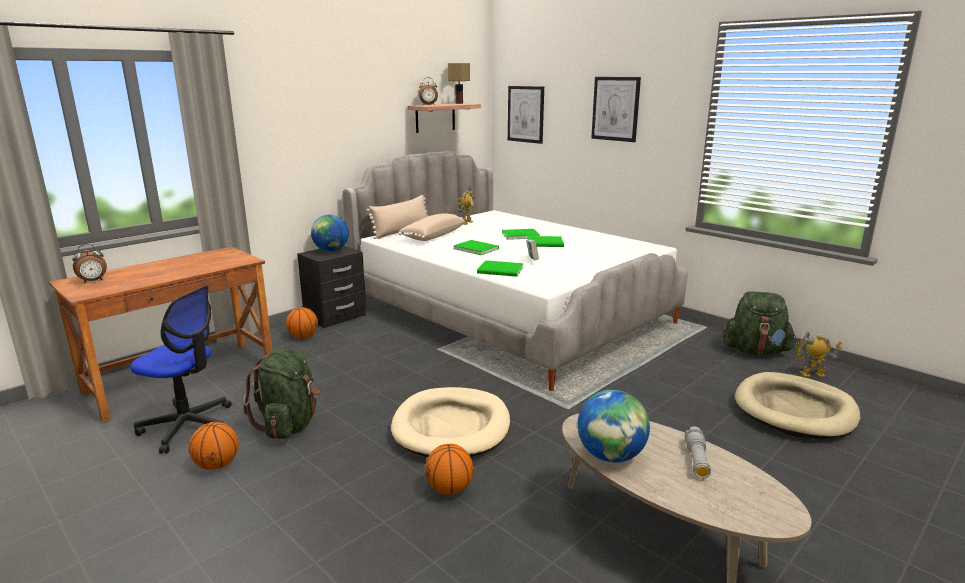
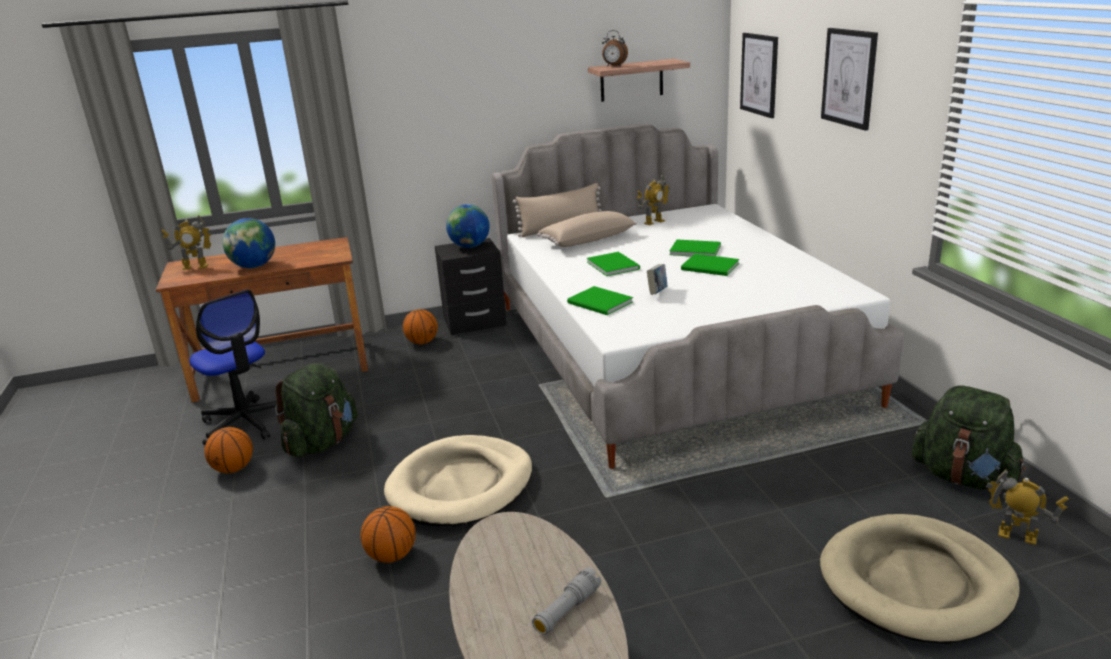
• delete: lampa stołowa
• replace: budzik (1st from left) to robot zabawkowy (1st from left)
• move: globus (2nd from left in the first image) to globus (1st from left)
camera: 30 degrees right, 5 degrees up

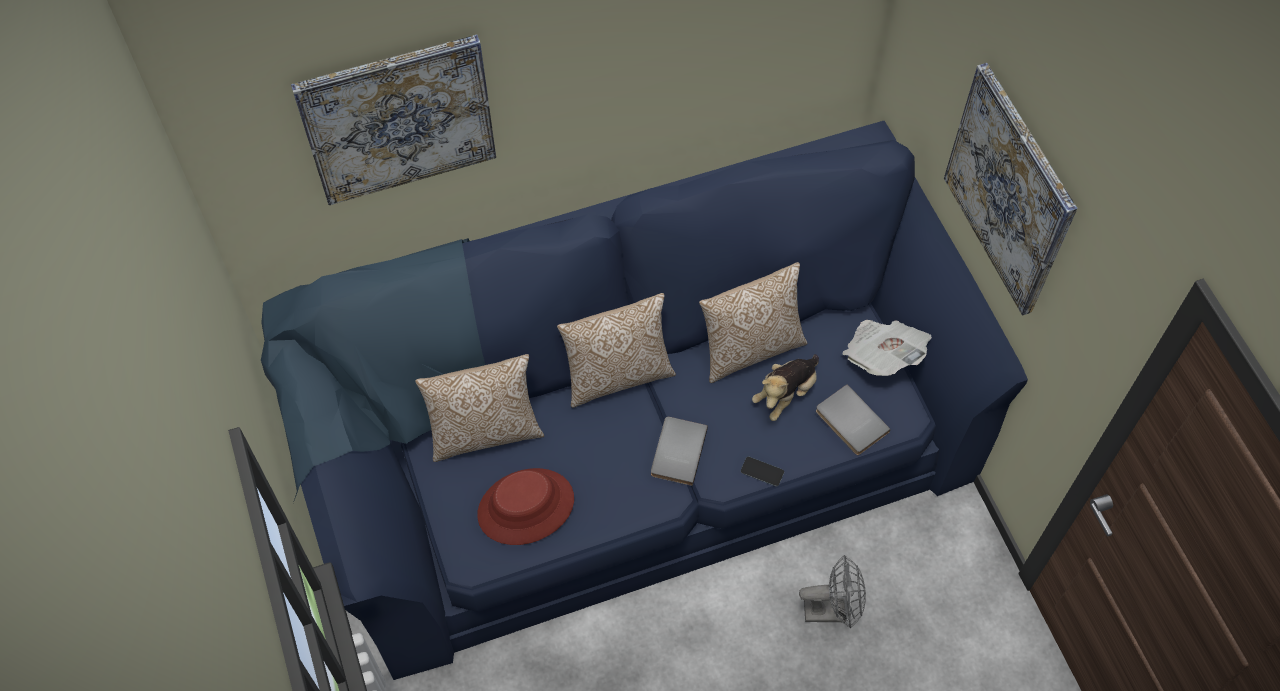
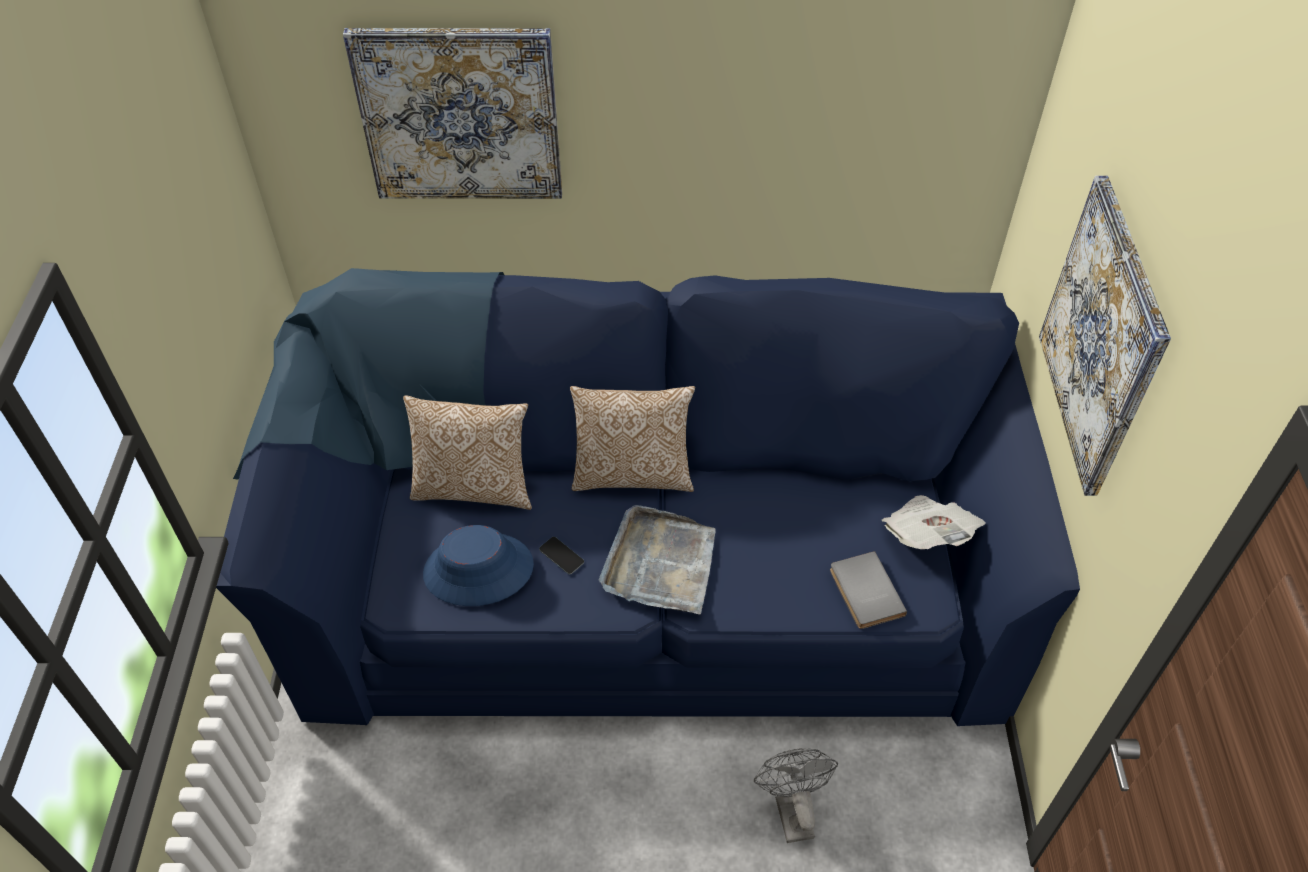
• delete: poduszka (3rd from left)
• delete: pluszak
• replace: książka/szary (1st from left) to taca/szary
• move: telefon
• recolor: kapelusz/czerwony to kapelusz/niebieski
• rotate: wentylator/szary 120 degrees counterclockwise
camera: 20 degrees right, 10 degrees down

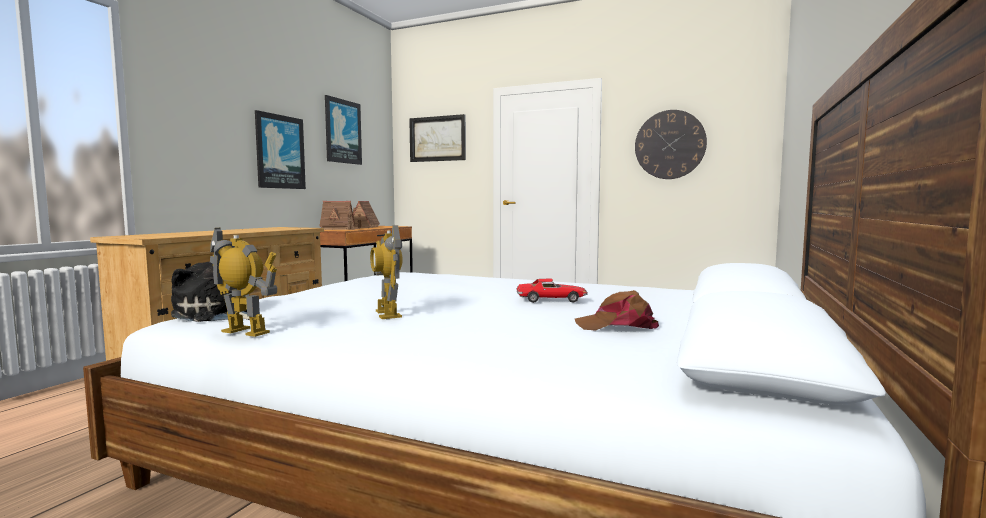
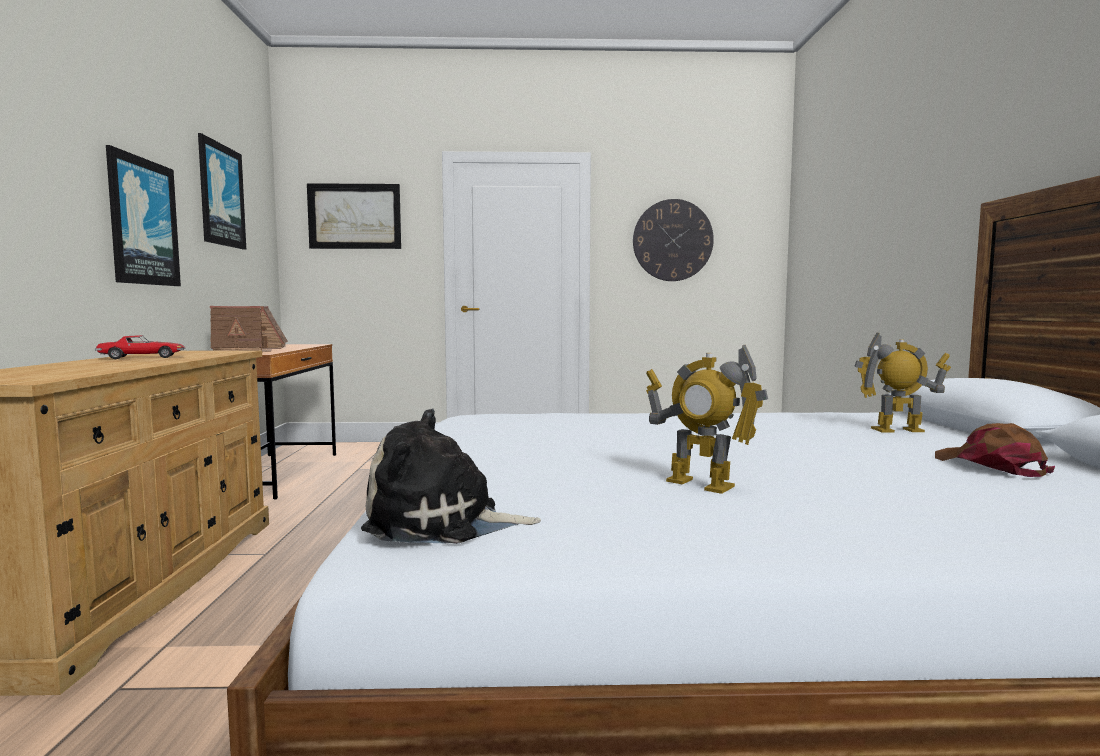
• move: robot zabawkowy (1st from left in the first image) to robot zabawkowy (2nd from left)
• move: samochodzik
• rotate: czapka z daszkiem/brązowy 90 degrees clockwise
camera: 25 degrees left, 0 degrees up

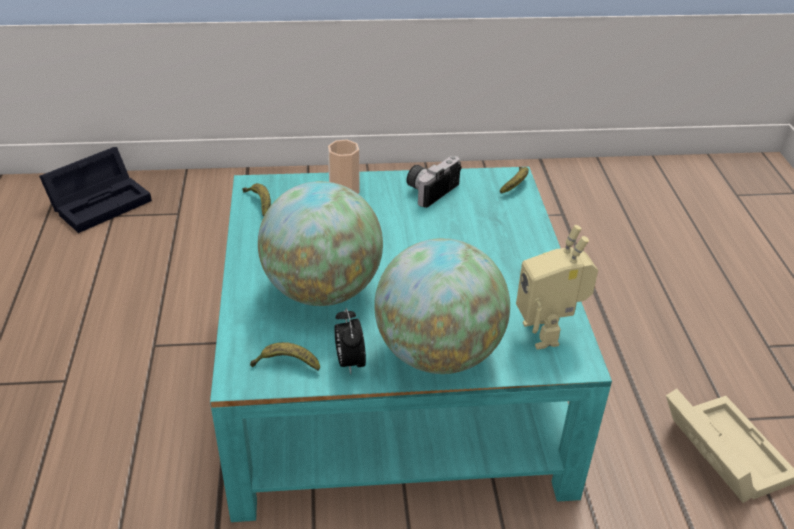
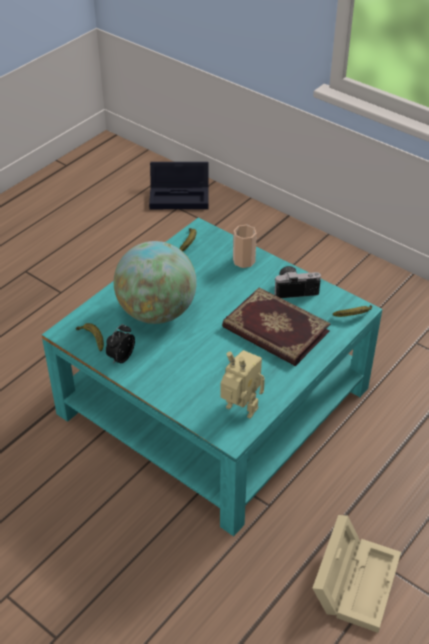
• rotate: robot zabawkowy 90 degrees clockwise
• delete: globus (2nd from left)
• insert: książka
camera: 45 degrees right, 5 degrees up

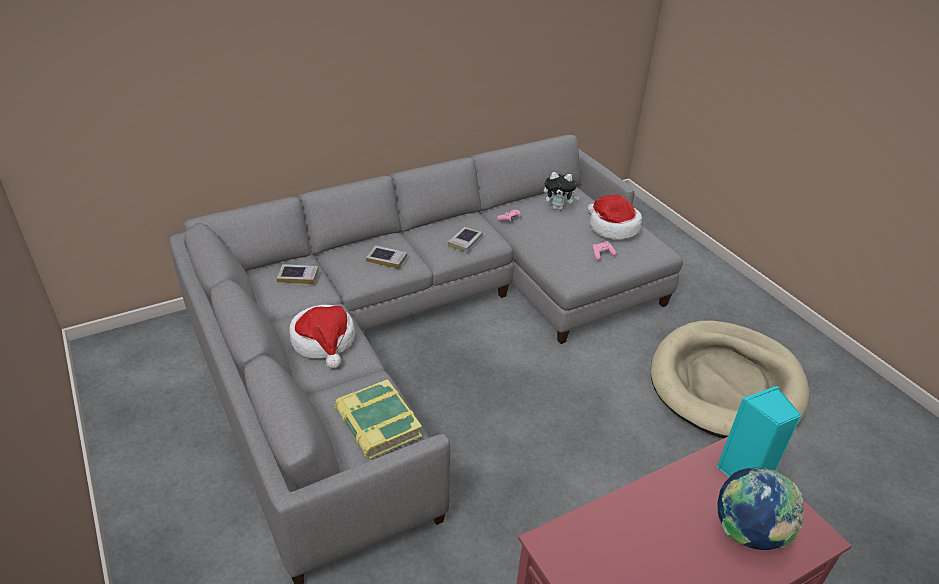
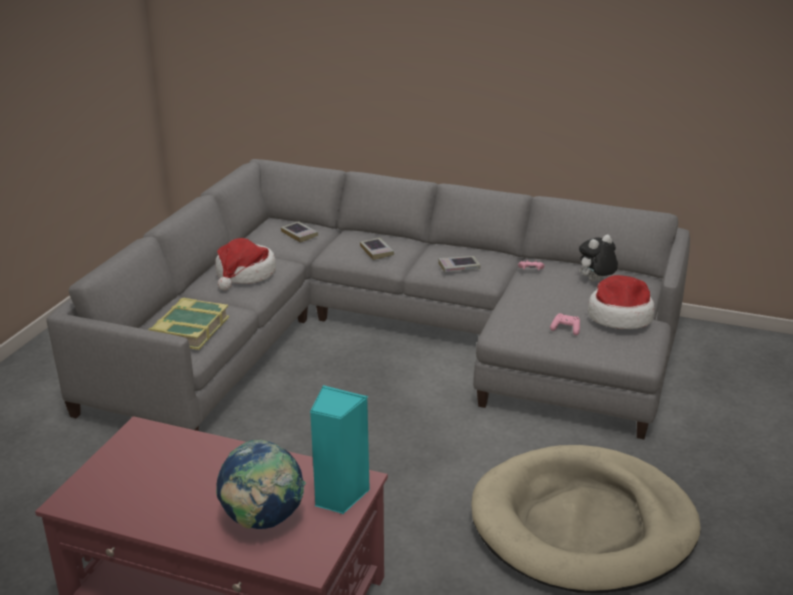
• rotate: pluszak 90 degrees clockwise
camera: 50 degrees right, 10 degrees down

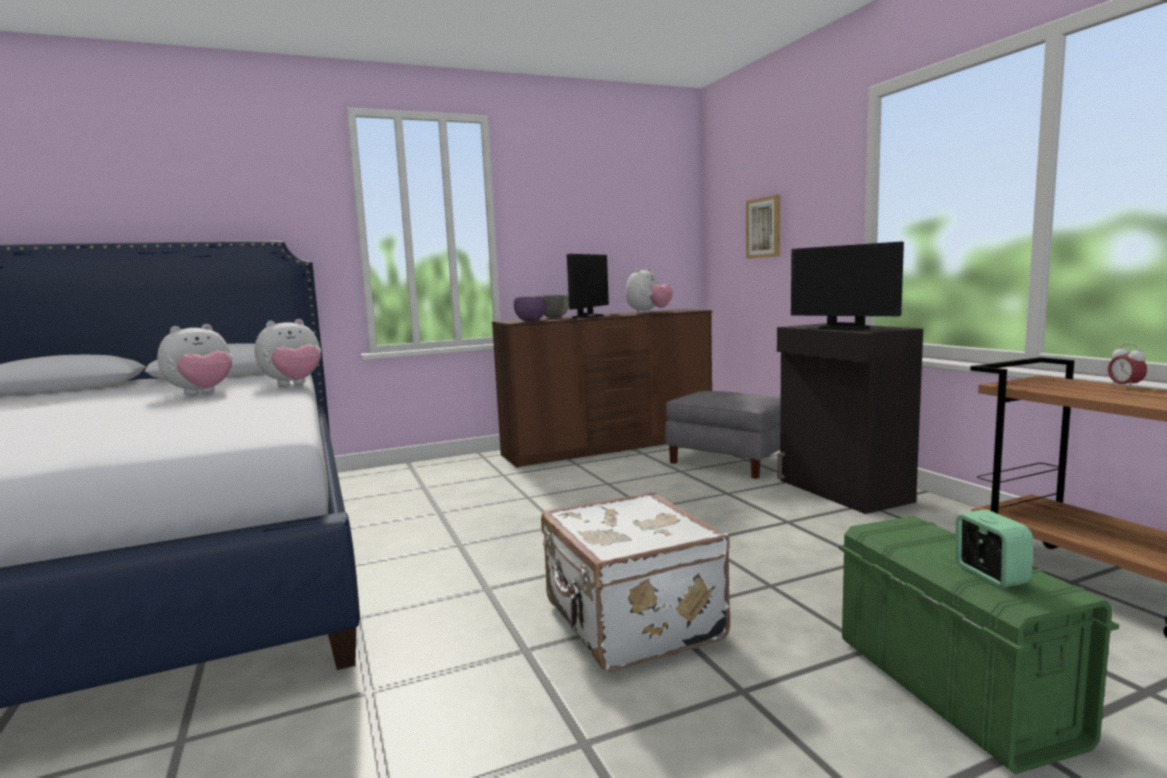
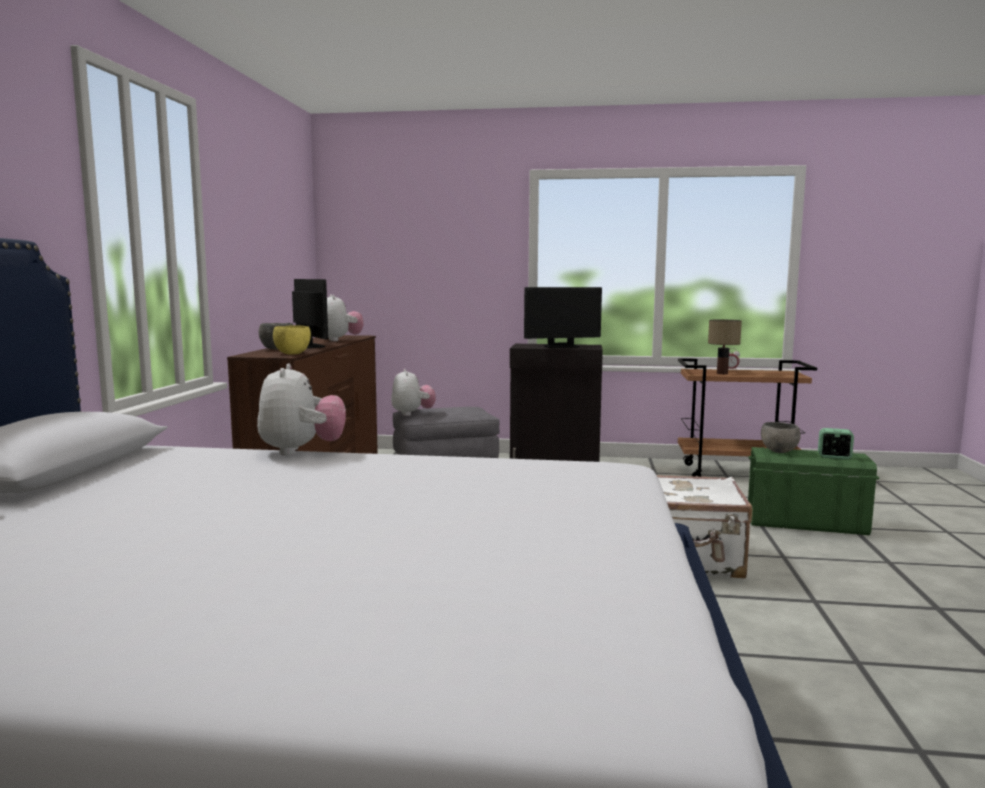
• delete: obraz
• recolor: miska/fioletowy to miska/żółty
• move: pluszak (1st from left in the first image) to pluszak (3rd from left)
• insert: lampa stołowa
• insert: miska/szary (2nd from left)
camera: 60 degrees left, 0 degrees up

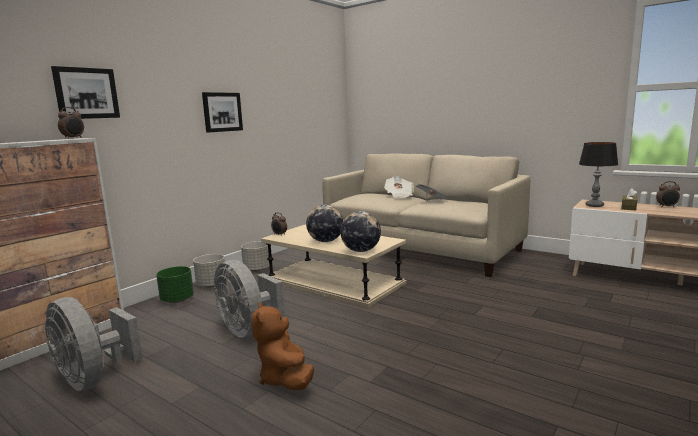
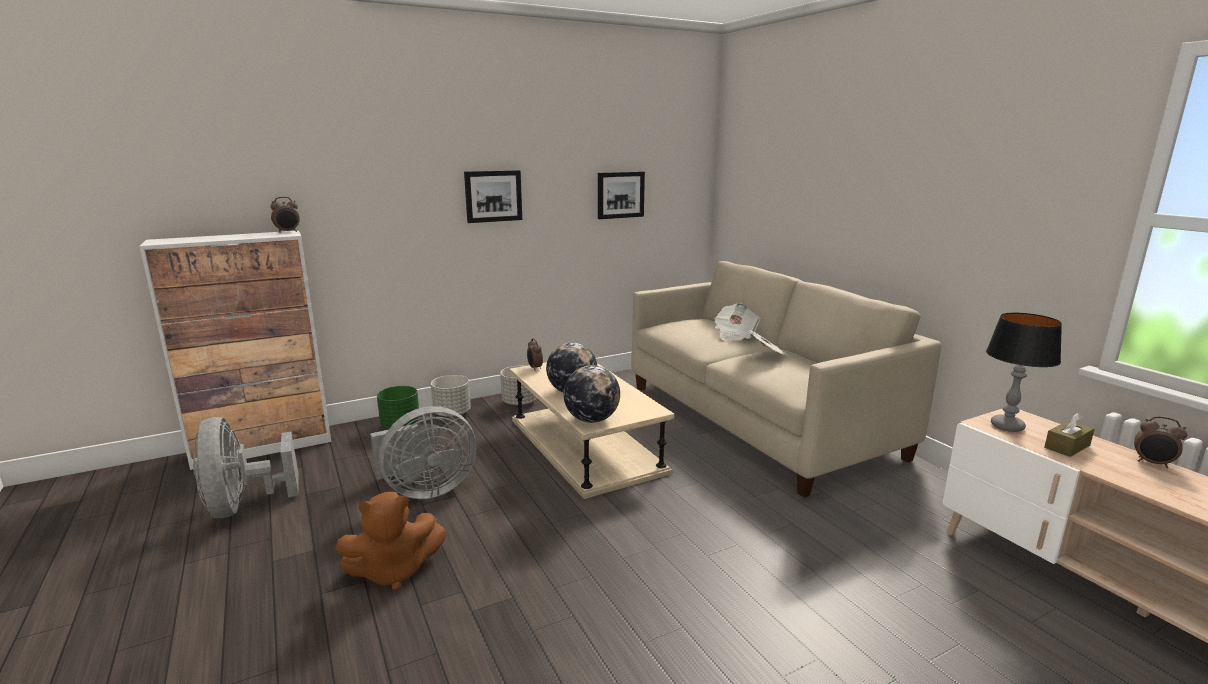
• move: obraz (1st from left in the first image) to obraz (2nd from left)
• rotate: wentylator/szary (2nd from left) 105 degrees counterclockwise
• rotate: pluszak/brązowy 120 degrees counterclockwise
camera: 25 degrees right, 5 degrees up

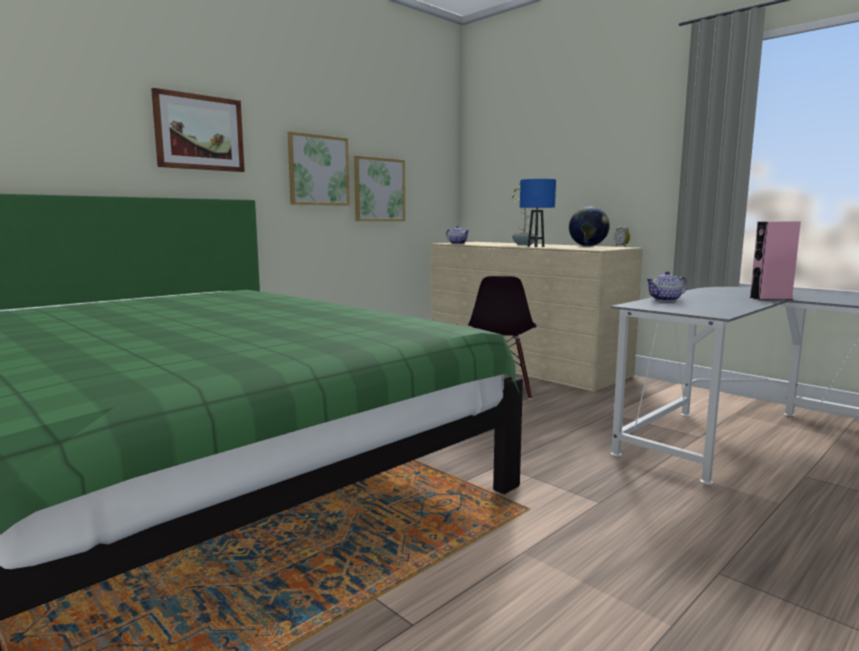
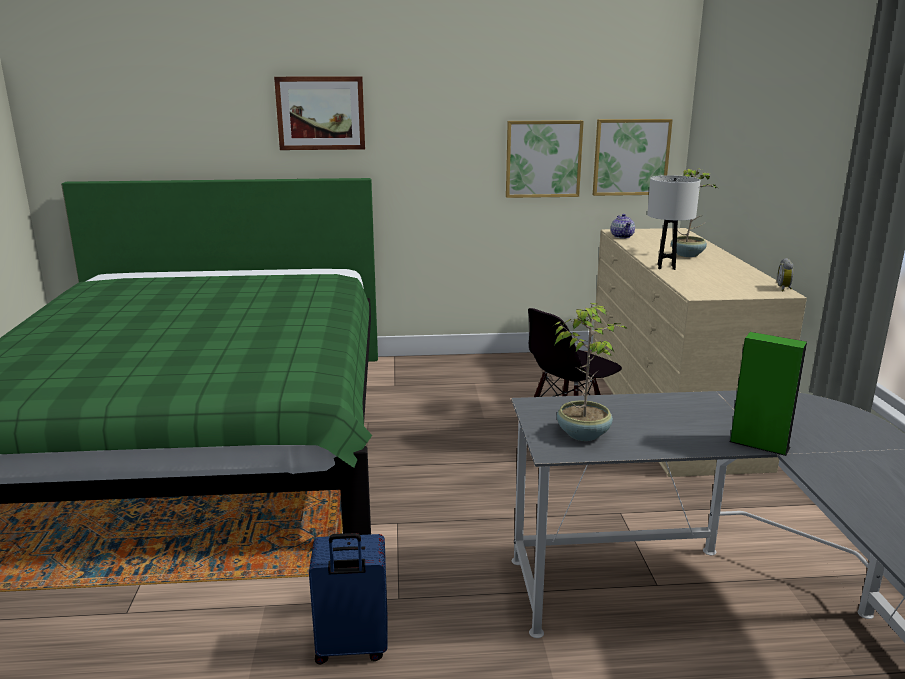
• move: obraz (2nd from left in the first image) to obraz (3rd from left)
• recolor: lampa stołowa/niebieski to lampa stołowa/biały
• delete: globus
• recolor: głośnik/różowy to głośnik/zielony
• delete: imbryk (2nd from left)
• insert: roślina doniczkowa (1st from left)
• insert: walizka/niebieski
camera: 40 degrees right, 10 degrees up

